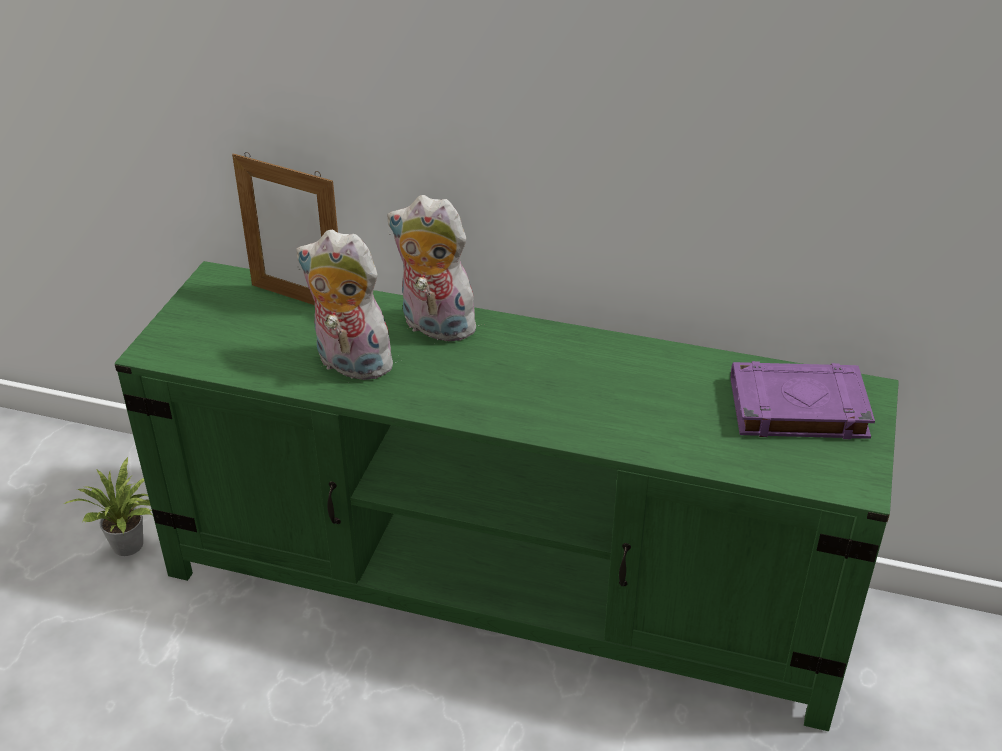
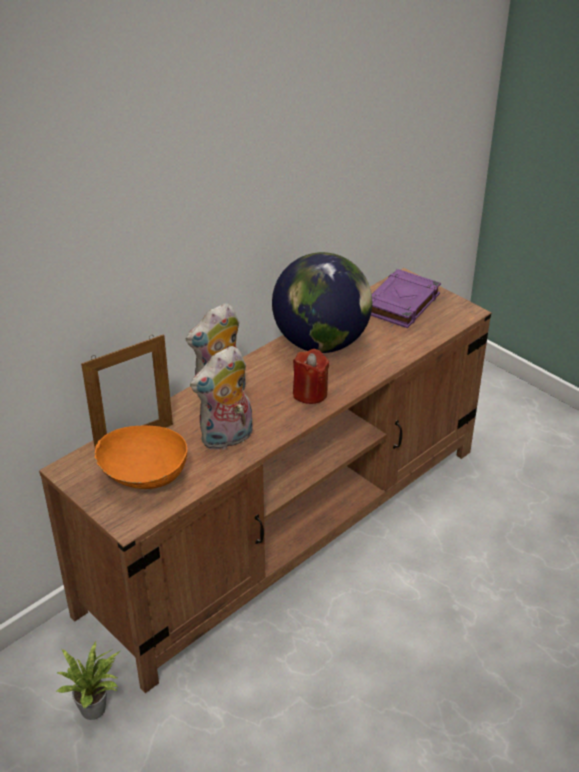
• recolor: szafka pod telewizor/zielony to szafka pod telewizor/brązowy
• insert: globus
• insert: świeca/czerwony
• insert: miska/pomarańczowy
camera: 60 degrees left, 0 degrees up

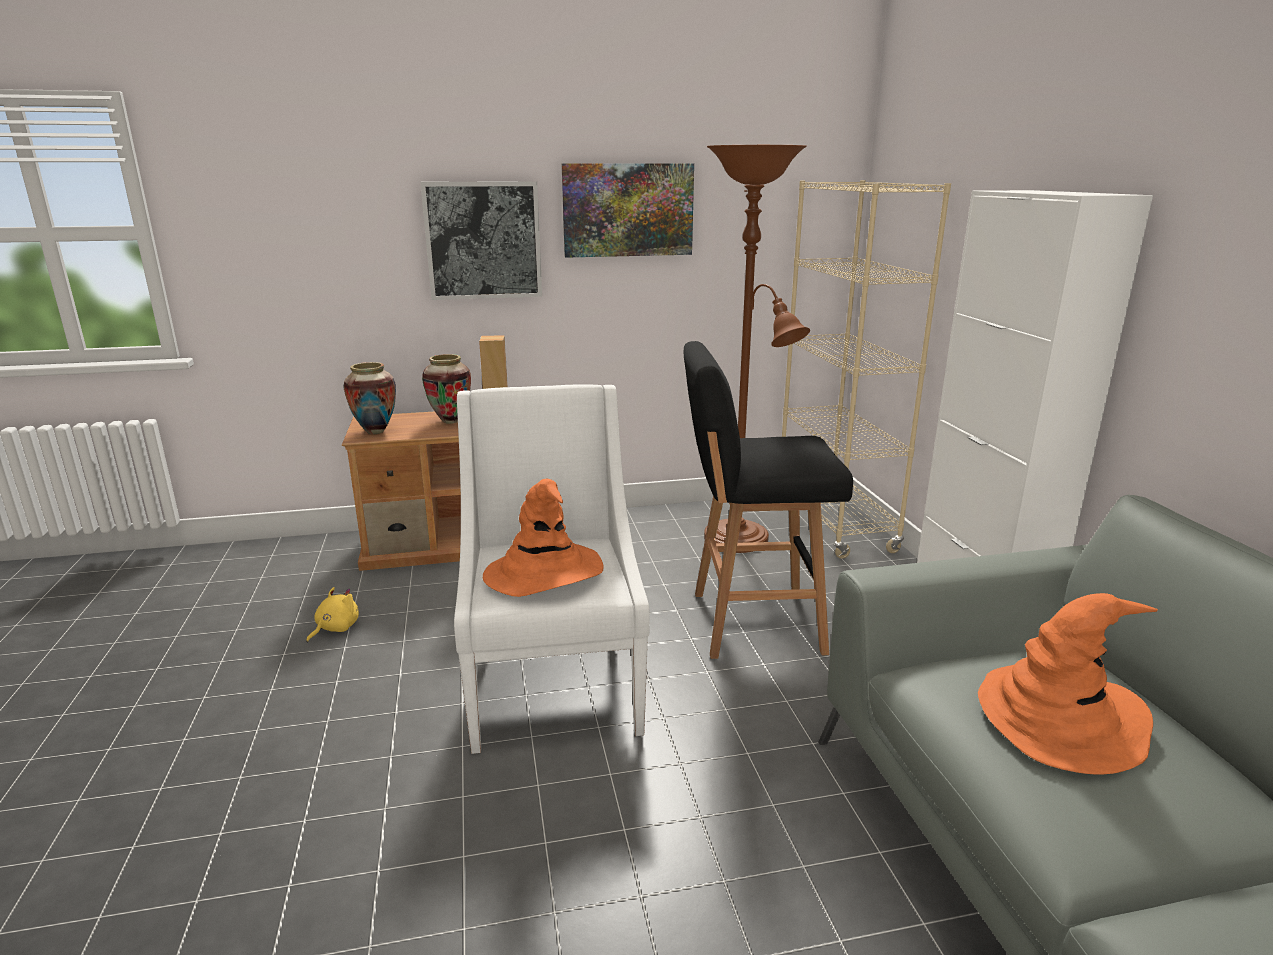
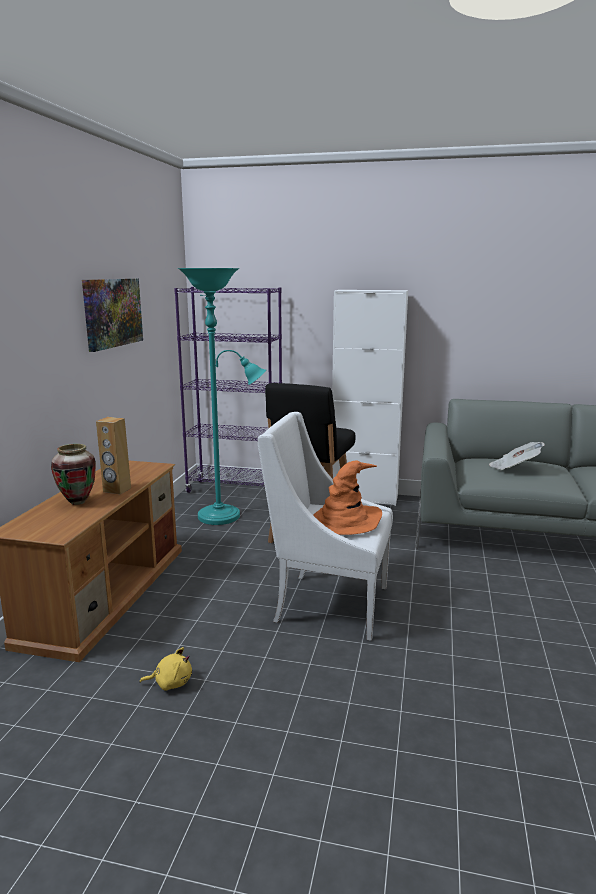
• recolor: lampa stojąca/brązowy to lampa stojąca/turkusowy
• recolor: regał/beżowy to regał/fioletowy
• delete: obraz (1st from left)
• delete: wazon (1st from left)
• rotate: pluszak/żółty 120 degrees clockwise
• replace: kapelusz/pomarańczowy (2nd from left) to gazeta
camera: 65 degrees left, 5 degrees down

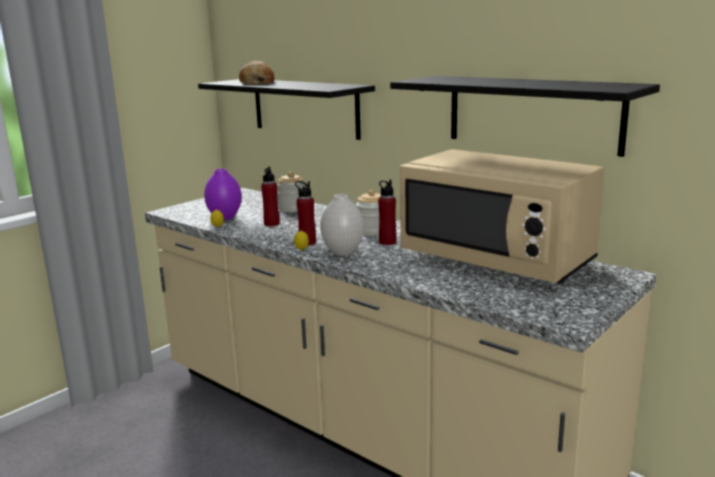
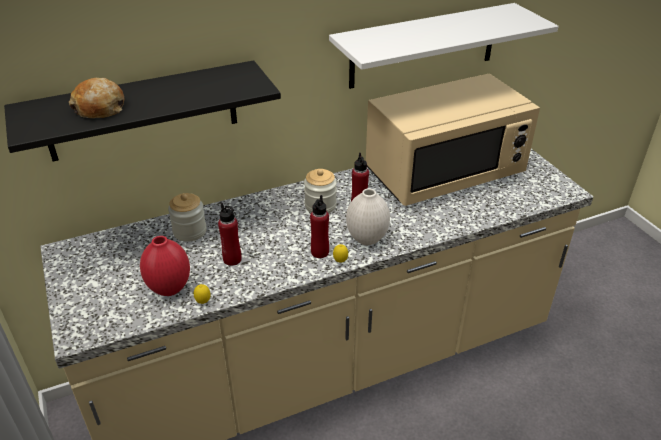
• recolor: półka/czarny (2nd from left) to półka/biały
• recolor: wazon/fioletowy to wazon/czerwony
camera: 65 degrees left, 20 degrees up

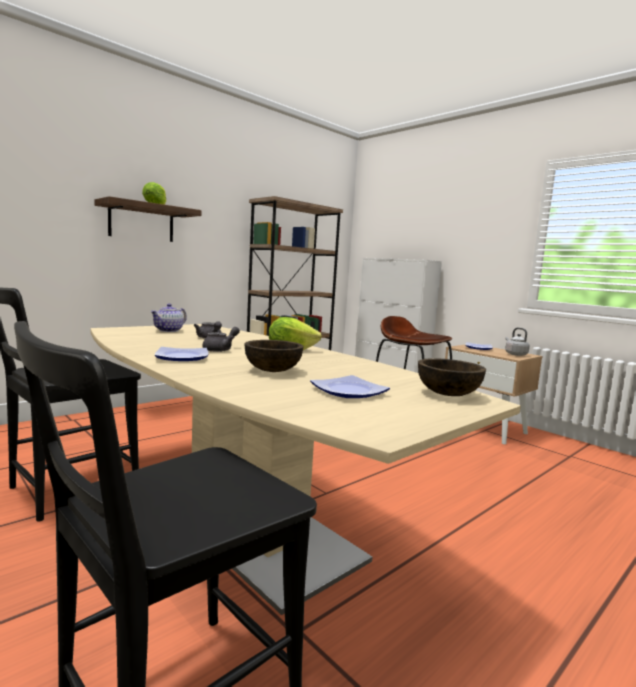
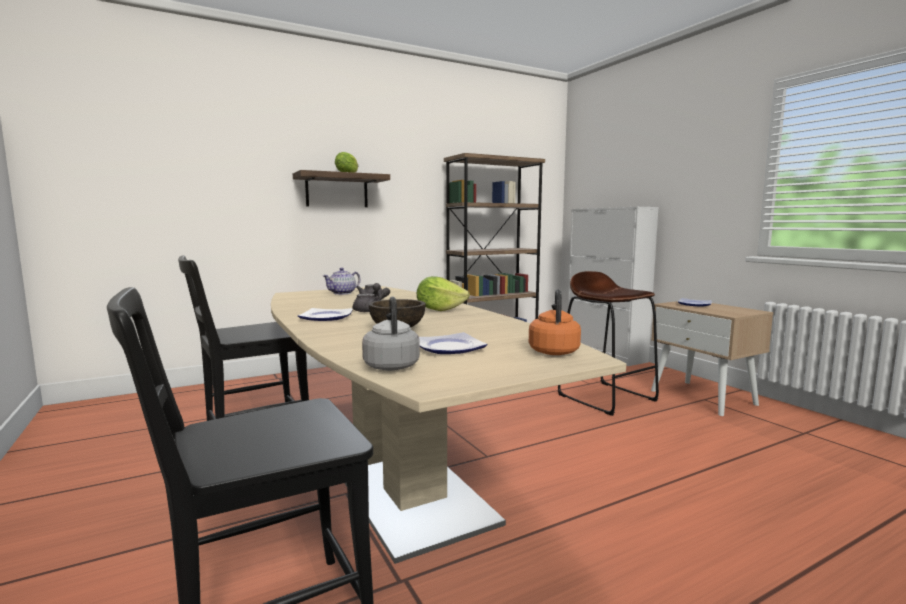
• move: czajnik/szary
• replace: miska/brązowy (2nd from left) to czajnik/pomarańczowy
camera: 15 degrees right, 0 degrees up

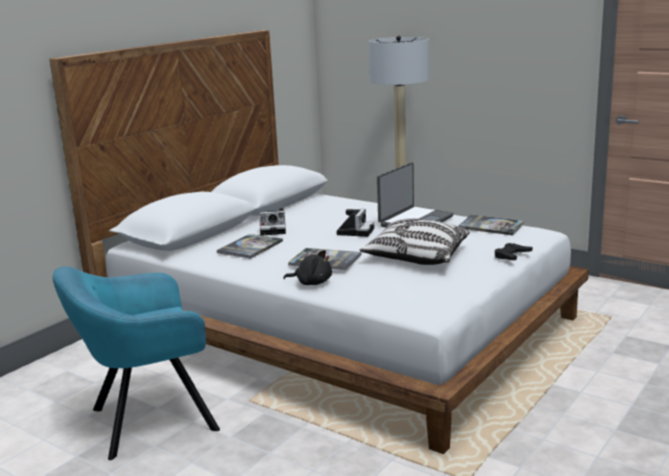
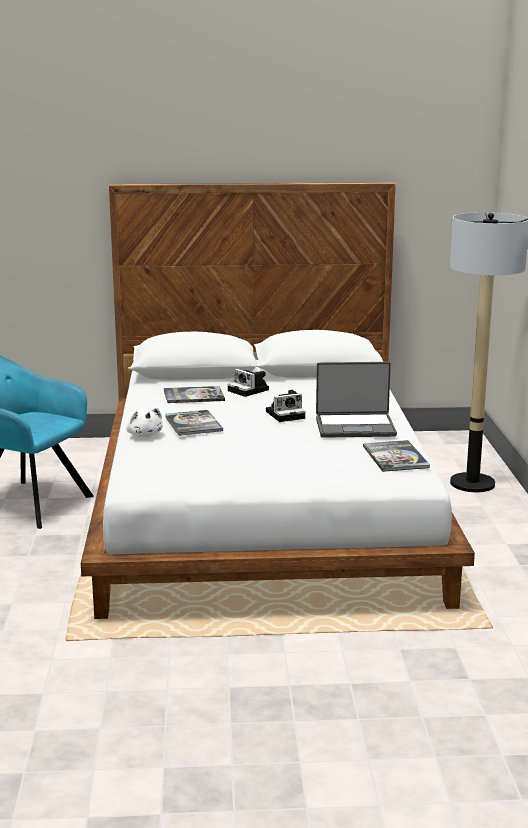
• delete: poduszka
• delete: pad do gier/czarny
• recolor: pluszak/czarny to pluszak/biały
camera: 50 degrees right, 0 degrees up

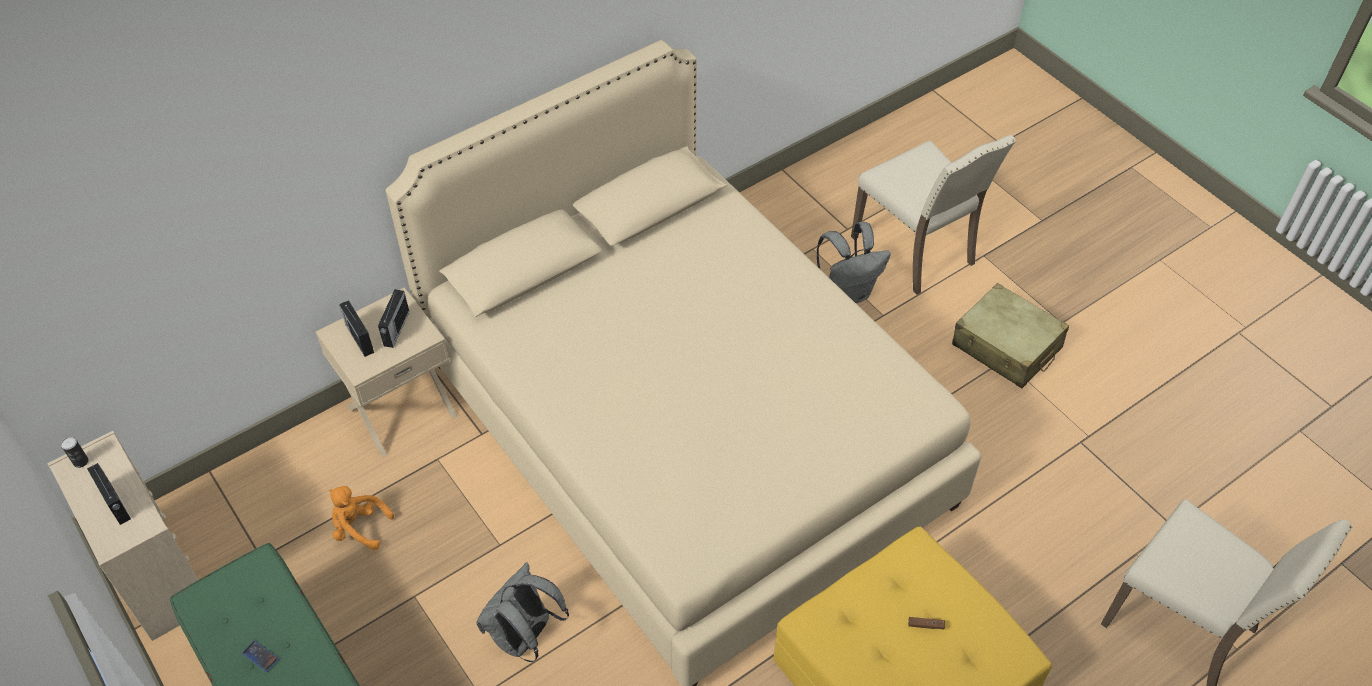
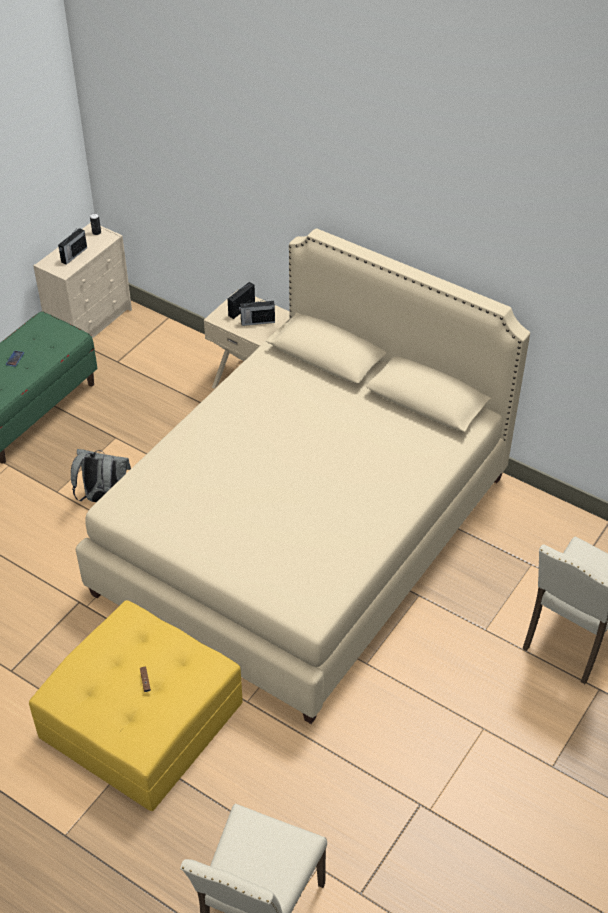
• delete: plecak/szary (2nd from left)
• delete: walizka/beżowy
• delete: pluszak/pomarańczowy
camera: 70 degrees right, 5 degrees down

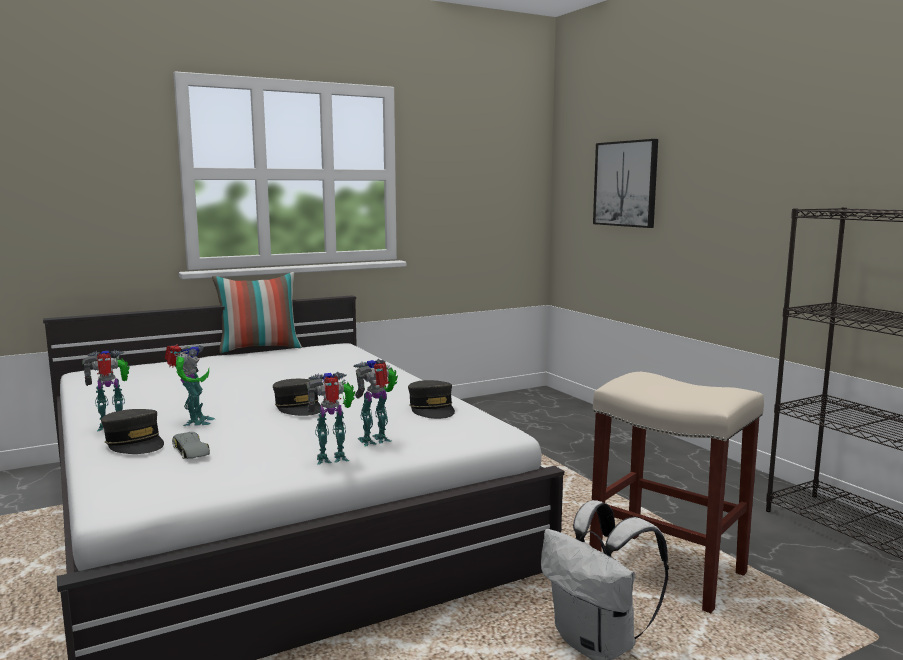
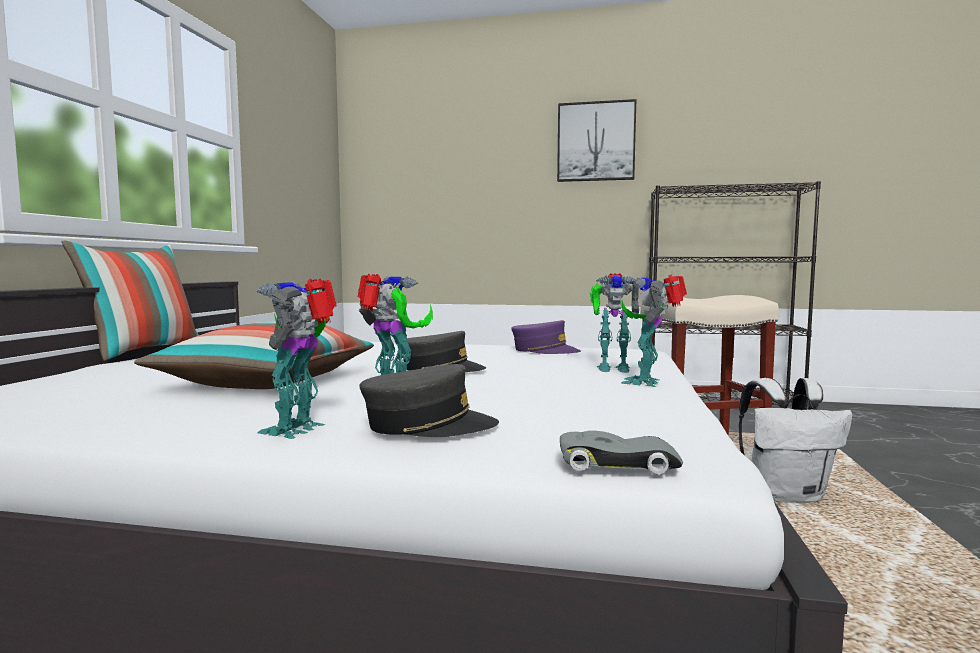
• move: obraz
• rotate: robot zabawkowy (4th from left in the first image) 90 degrees counterclockwise
• recolor: czapka z daszkiem/szary (3rd from left) to czapka z daszkiem/fioletowy
• move: samochodzik/szary
• insert: poduszka (2nd from left)
camera: 50 degrees left, 5 degrees down

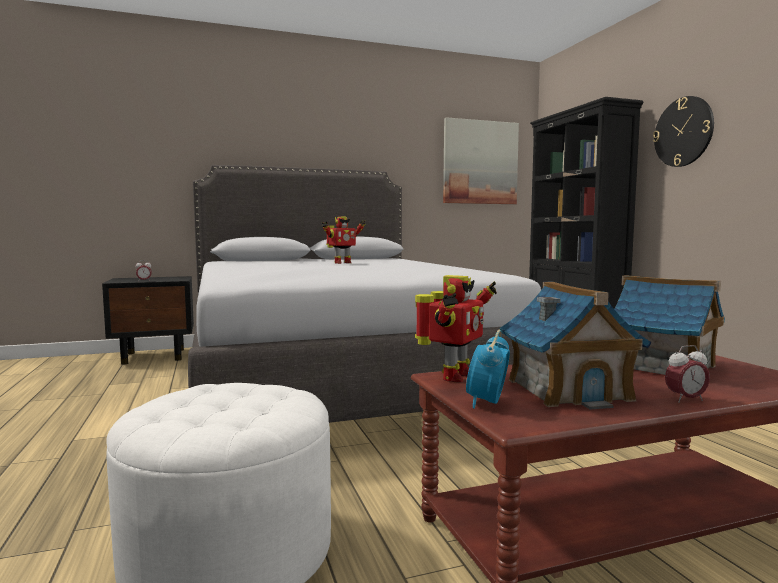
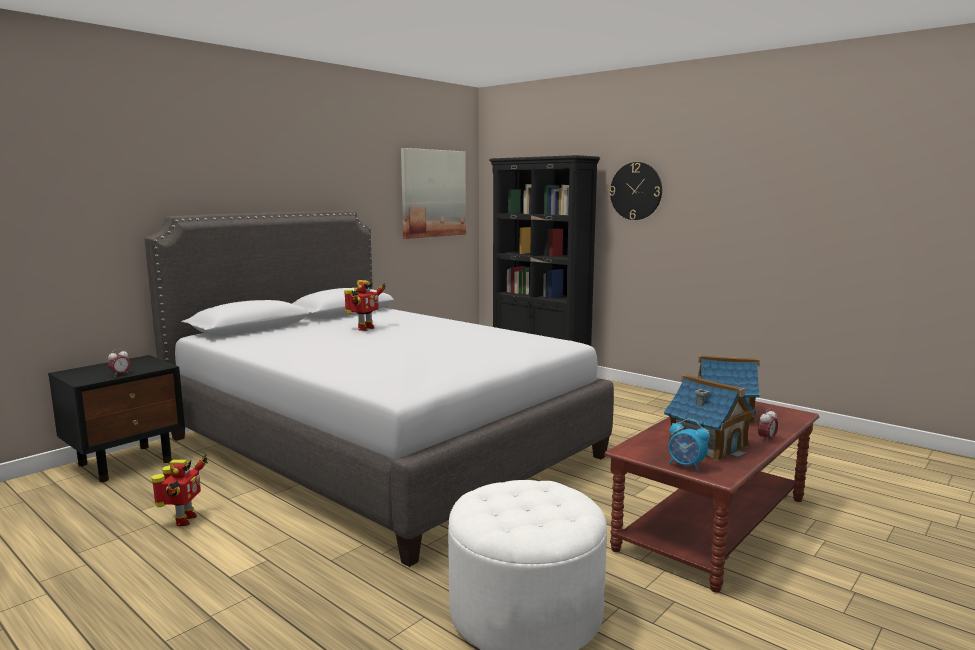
• move: robot zabawkowy (2nd from left in the first image) to robot zabawkowy (1st from left)
• rotate: budzik (2nd from left) 45 degrees counterclockwise
camera: 30 degrees left, 5 degrees up

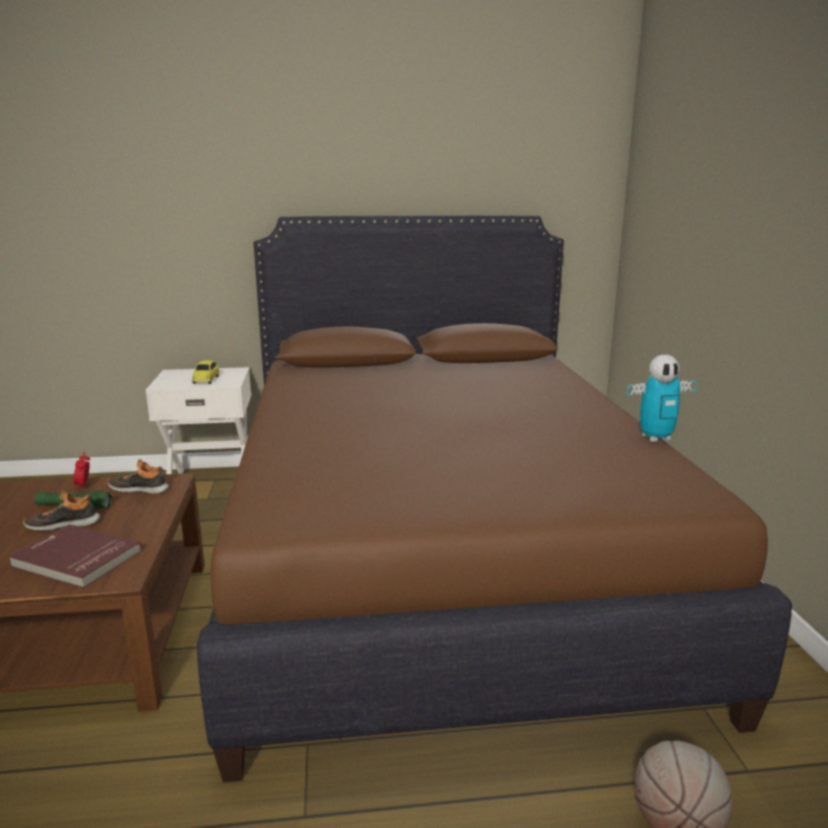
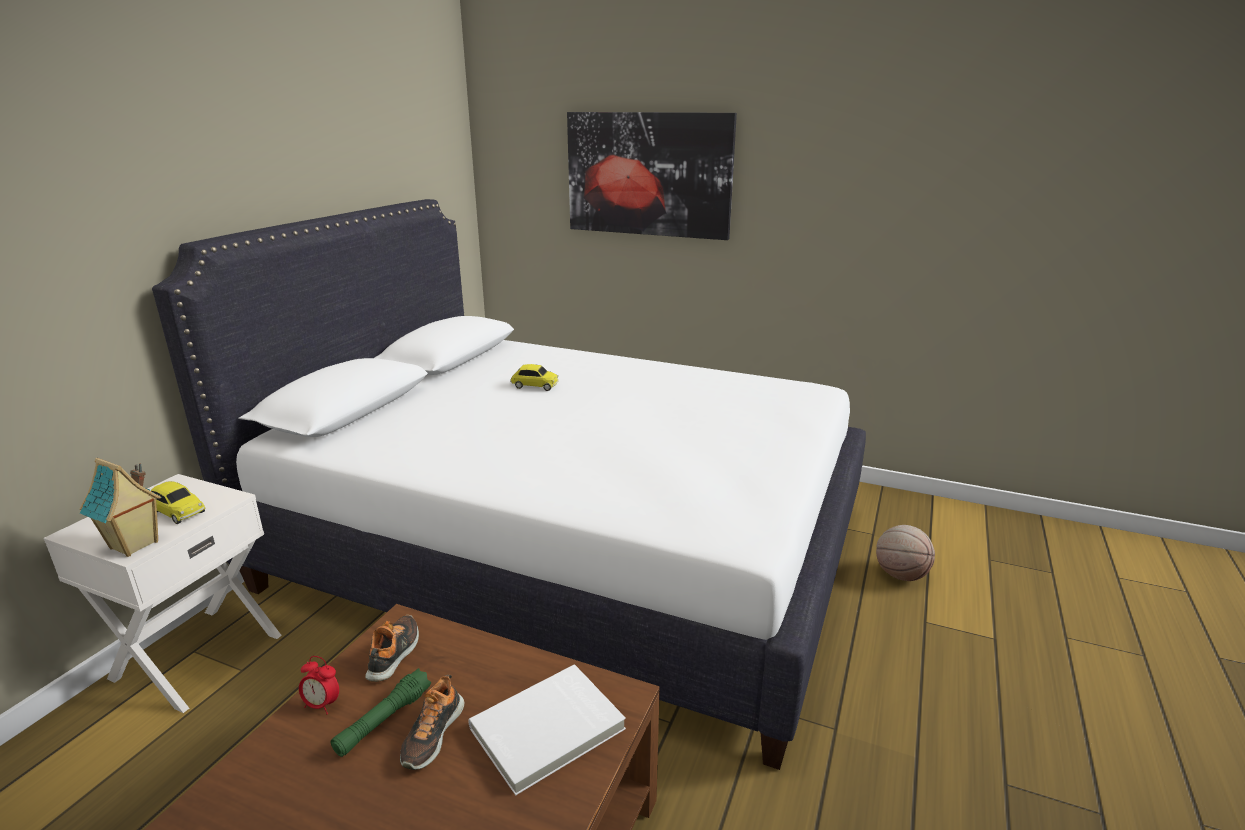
• recolor: łóżko/brązowy to łóżko/biały
• delete: robot zabawkowy
• rotate: but (2nd from left in the first image) 150 degrees clockwise
• recolor: książka/czerwony to książka/biały
• insert: obraz
• insert: samochodzik (2nd from left)
• insert: domek
camera: 60 degrees left, 5 degrees up

